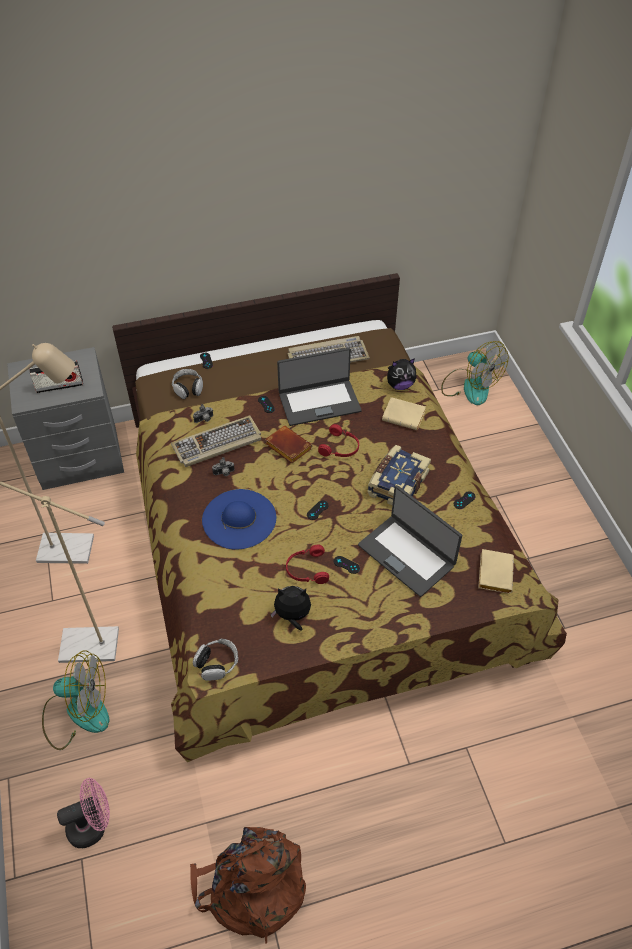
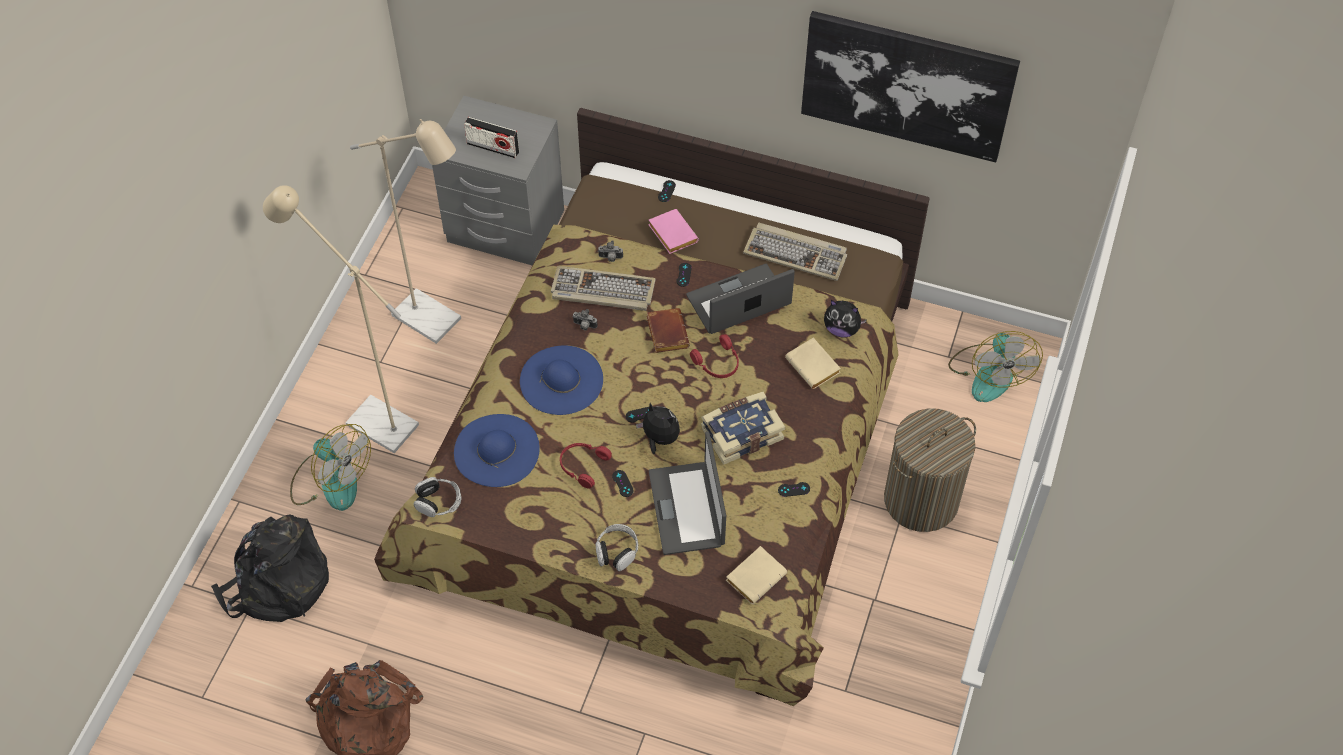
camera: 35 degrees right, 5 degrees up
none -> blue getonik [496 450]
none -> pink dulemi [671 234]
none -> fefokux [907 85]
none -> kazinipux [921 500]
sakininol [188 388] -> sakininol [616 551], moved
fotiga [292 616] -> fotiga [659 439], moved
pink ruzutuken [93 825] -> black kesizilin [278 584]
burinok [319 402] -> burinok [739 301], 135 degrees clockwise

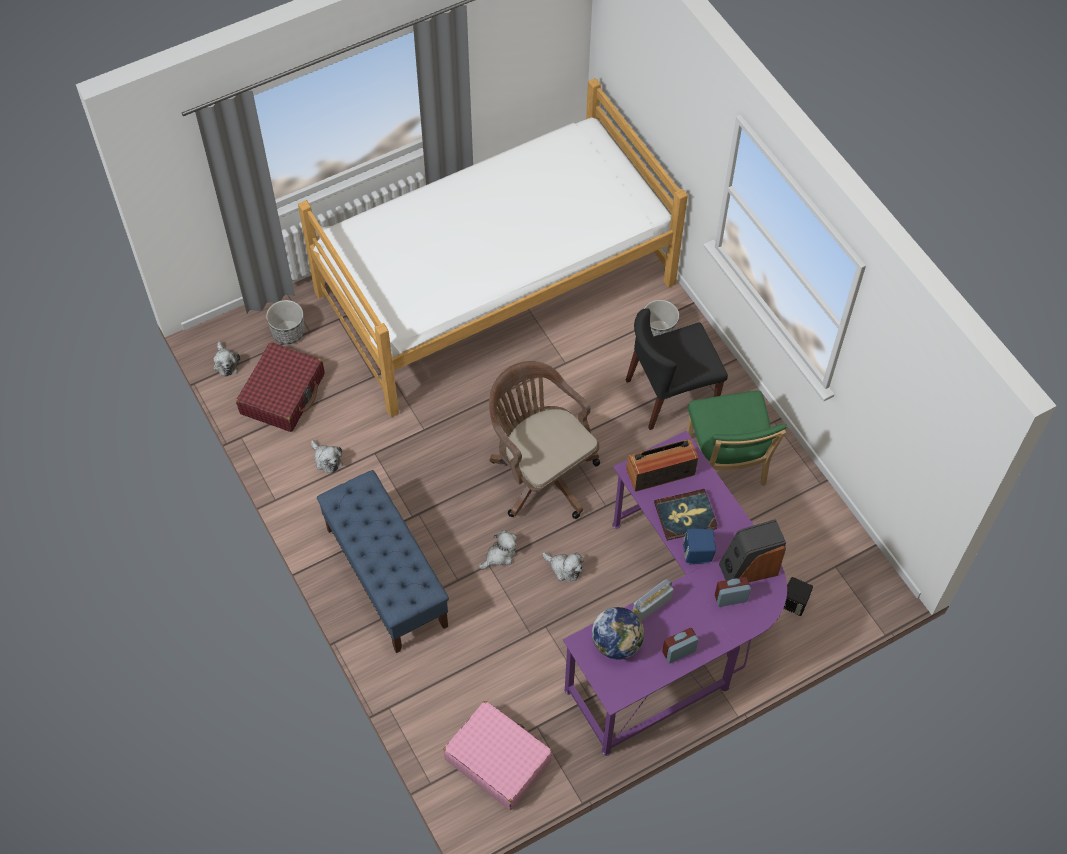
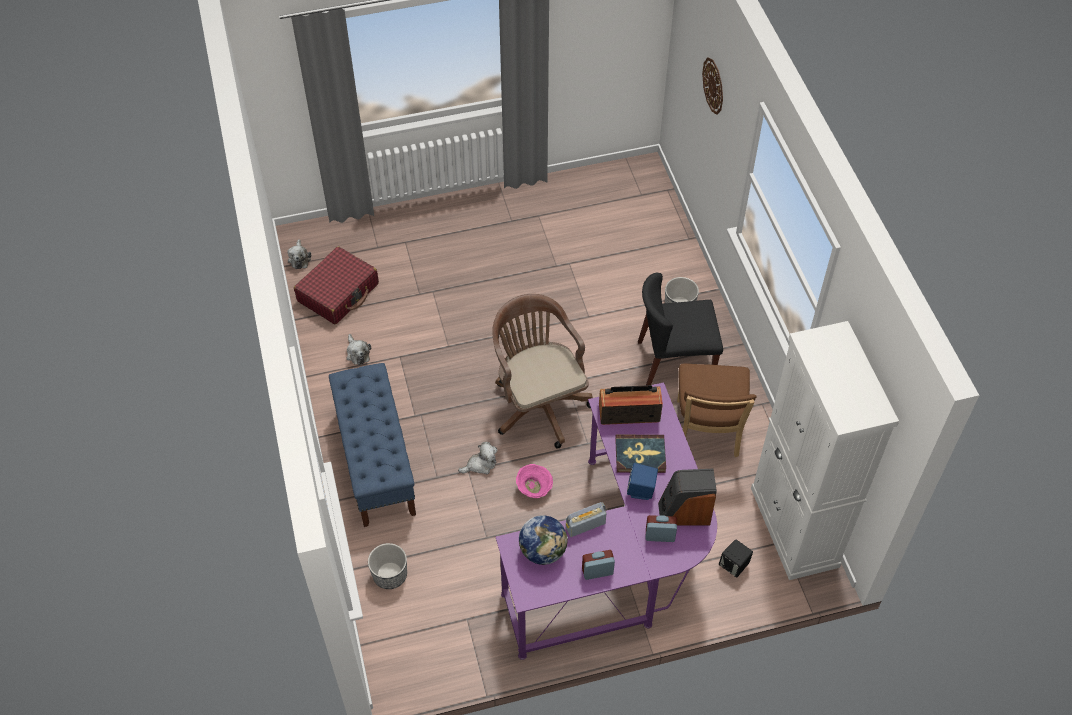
camera: 15 degrees right, 5 degrees down
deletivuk [496 288] -> none
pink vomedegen [497 759] -> none
none -> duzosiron [713 85]
none -> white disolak [794 527]
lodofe [288 332] -> lodofe [390 575], moved
fotiga [564 568] -> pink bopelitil [534 488]
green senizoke [726 465] -> brown senizoke [707 432]

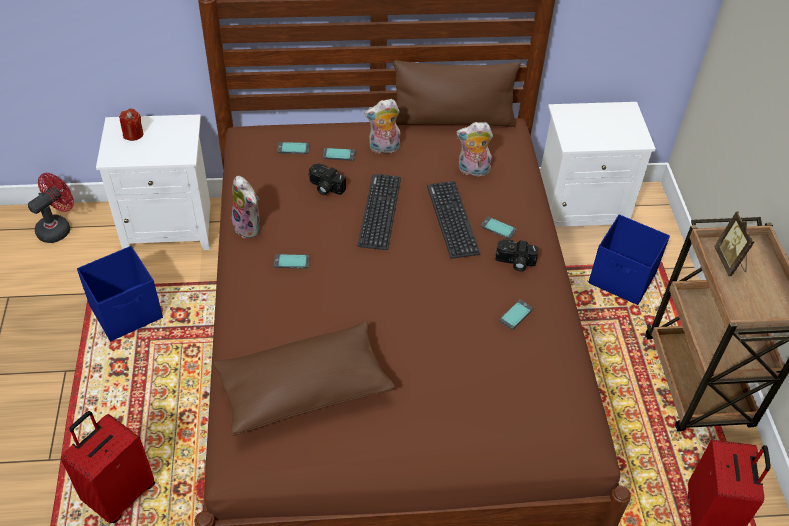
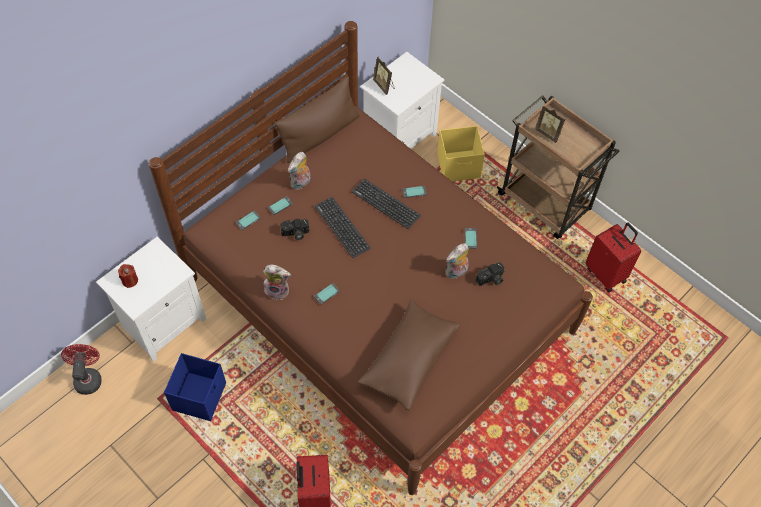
camera: 40 degrees left, 10 degrees up
none -> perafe [384 85]
fotiga [472 171] -> fotiga [456 272], moved
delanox [515 262] -> delanox [491 279], moved
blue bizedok [622 279] -> yellow bizedok [459 166]

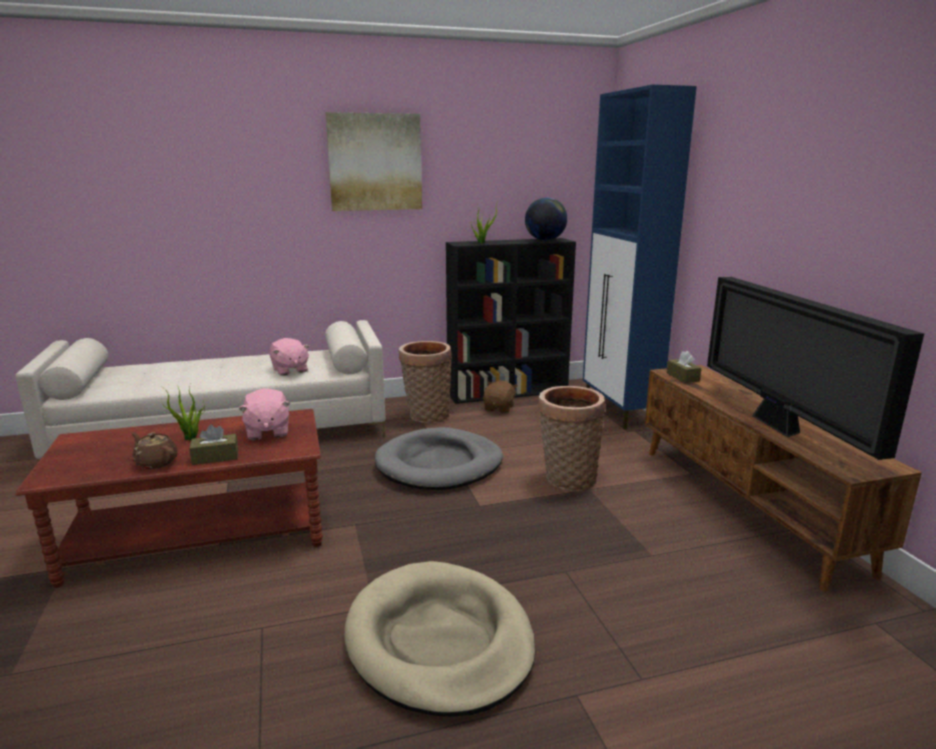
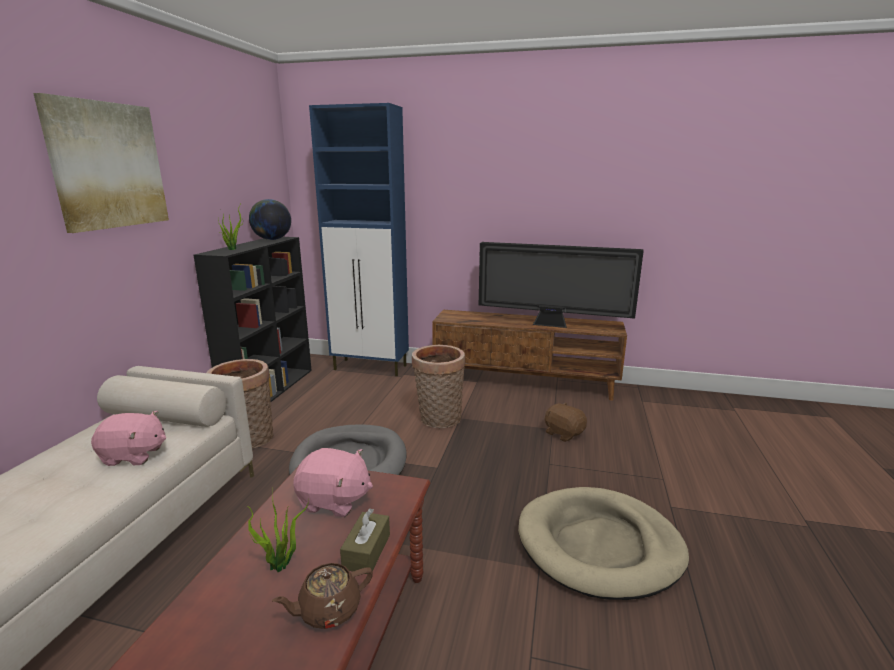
camera: 60 degrees left, 0 degrees up
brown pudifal [682 377] -> none
brown fotiga [499 408] -> brown fotiga [563 433], moved

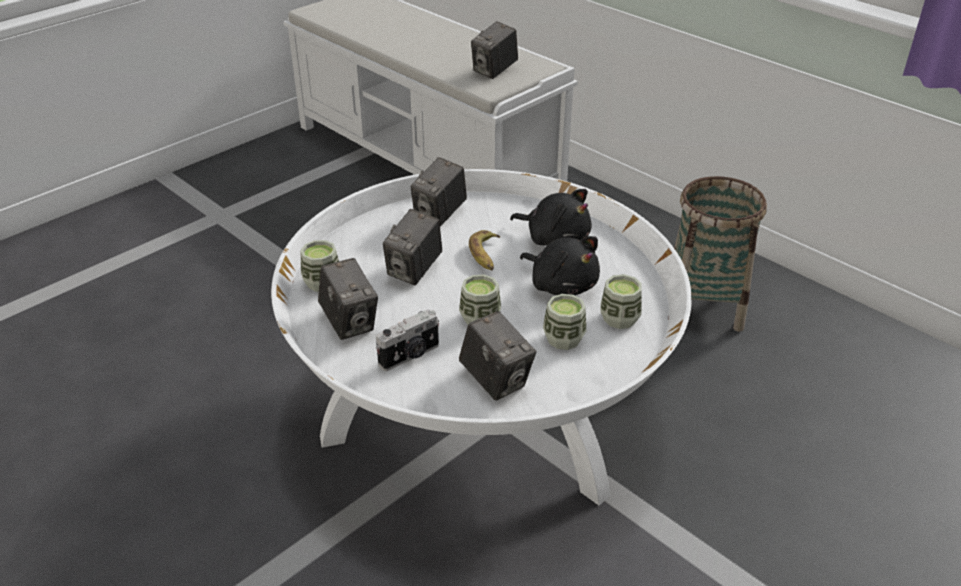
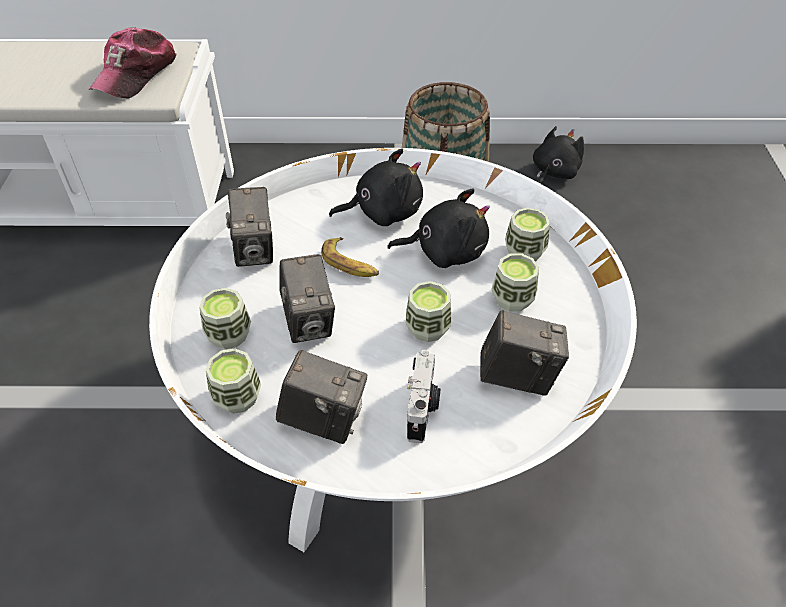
camera: 45 degrees left, 10 degrees up
none -> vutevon [229 335]
none -> black fotiga [553 173]
delanox [494 71] -> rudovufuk [136 74]

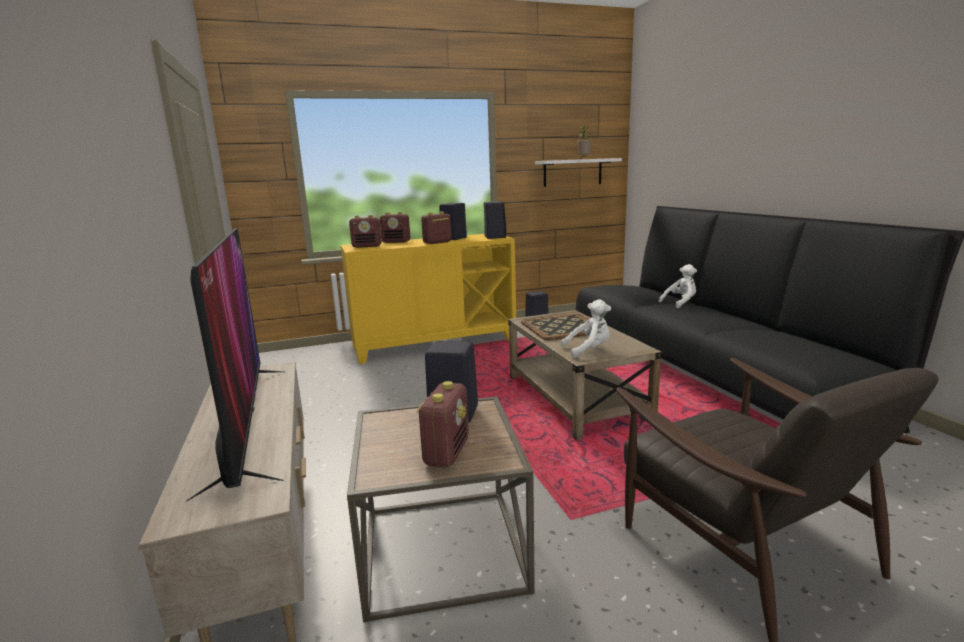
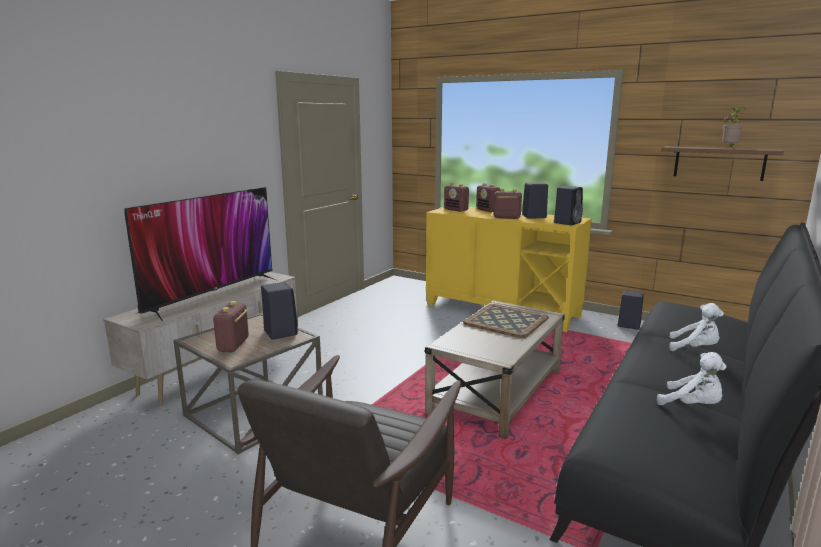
camera: 50 degrees right, 0 degrees up
white fotiga [589 350] -> white fotiga [692 405], moved
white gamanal [572 172] -> brown gamanal [719 163]
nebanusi [446 452] -> nebanusi [233 345], 120 degrees clockwise

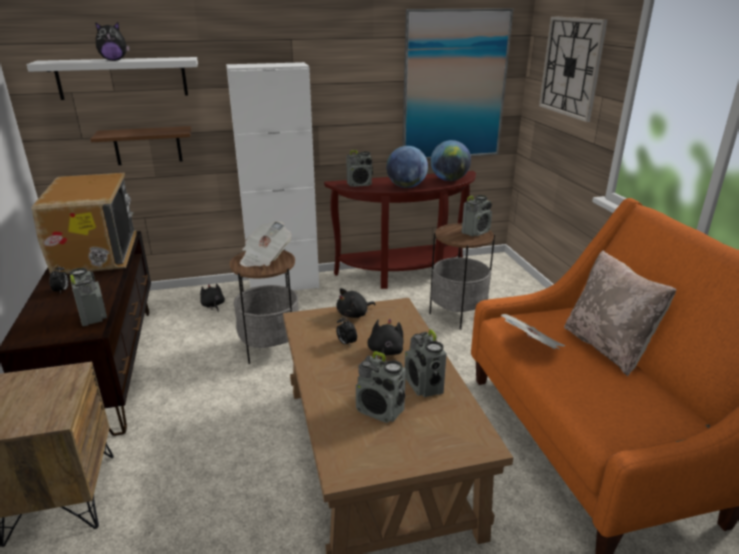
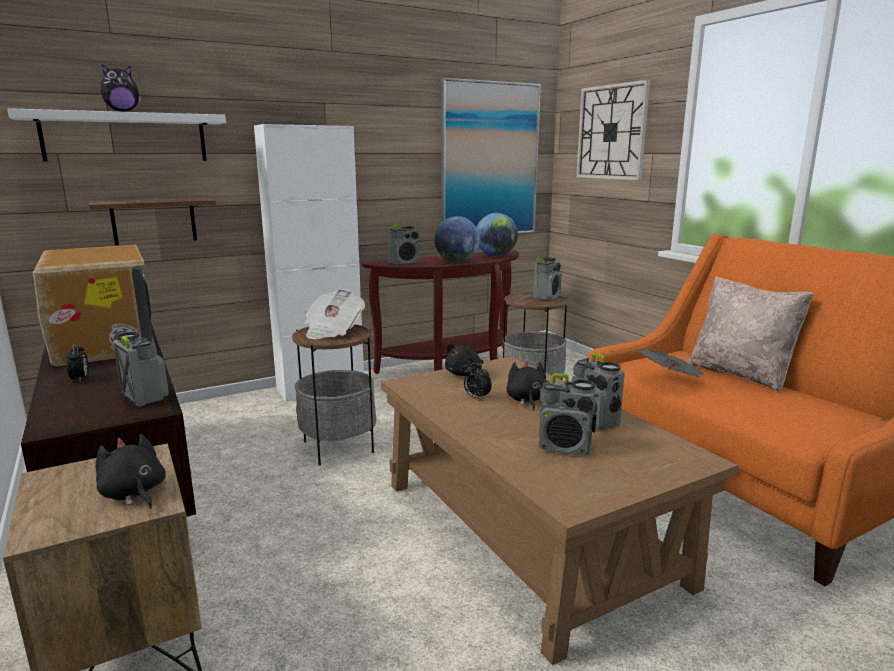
camera: 15 degrees left, 10 degrees down
black fotiga [213 305] -> black fotiga [133 494], moved

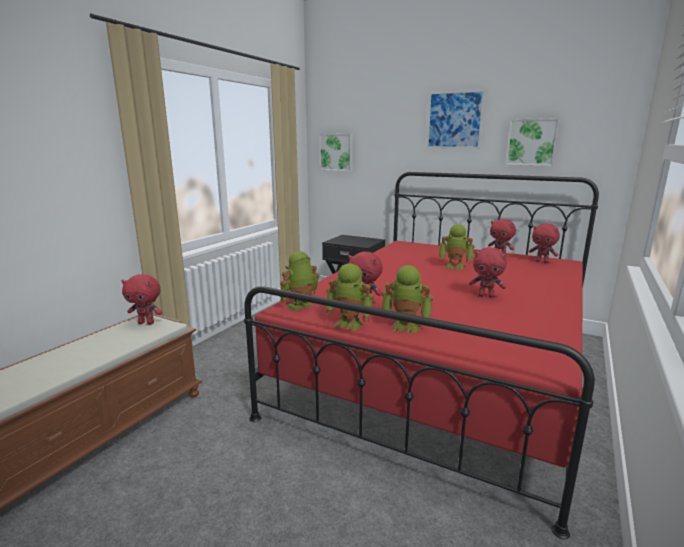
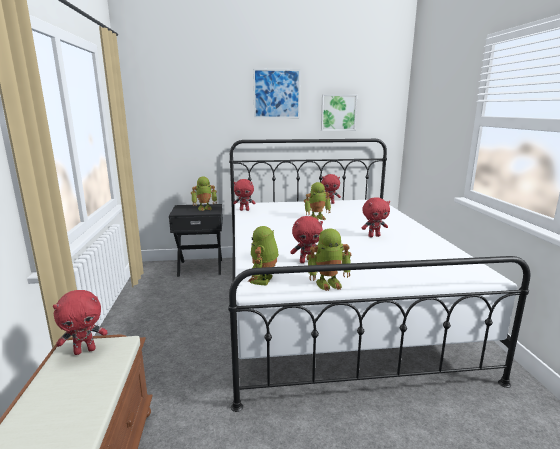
camera: 35 degrees left, 0 degrees up
fefokux [336 152] -> none
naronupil [406 326] -> naronupil [205 208], moved
red fotiga [542 262] -> red fotiga [244 210], moved
red deletivuk [441 369] -> white deletivuk [330 304]

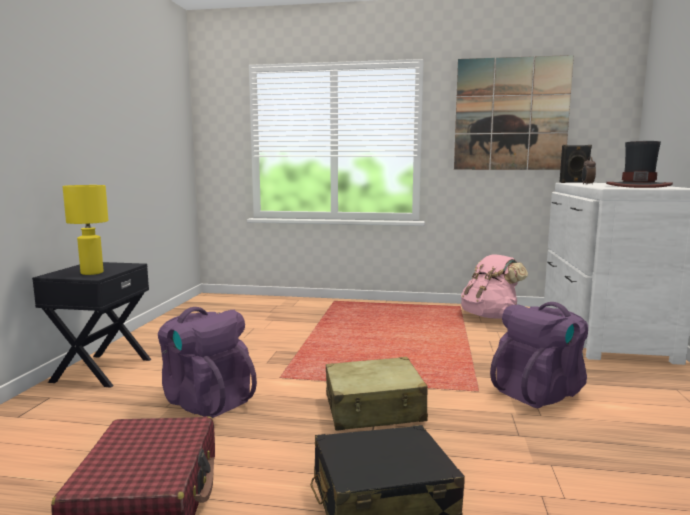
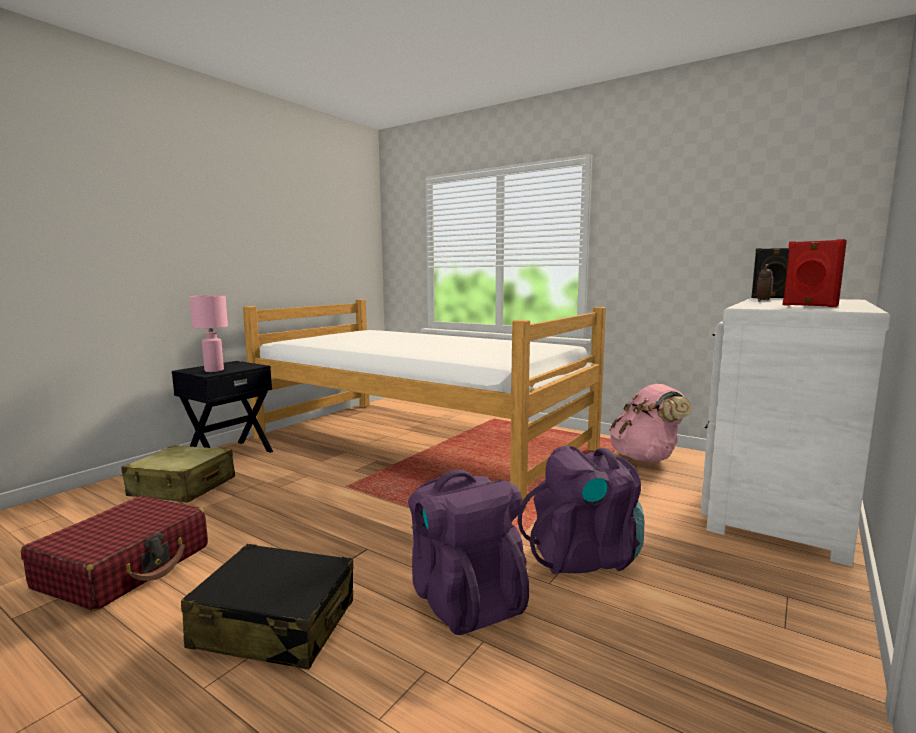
camera: 25 degrees right, 0 degrees up
fefokux [511 114] -> none
none -> deletivuk [419 443]
purple kesizilin [206 401] -> purple kesizilin [464 598], moved
beige vomedegen [374 409] -> beige vomedegen [182 487], moved
getonik [638 186] -> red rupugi [809 306]
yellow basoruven [92 273] -> pink basoruven [214 370]

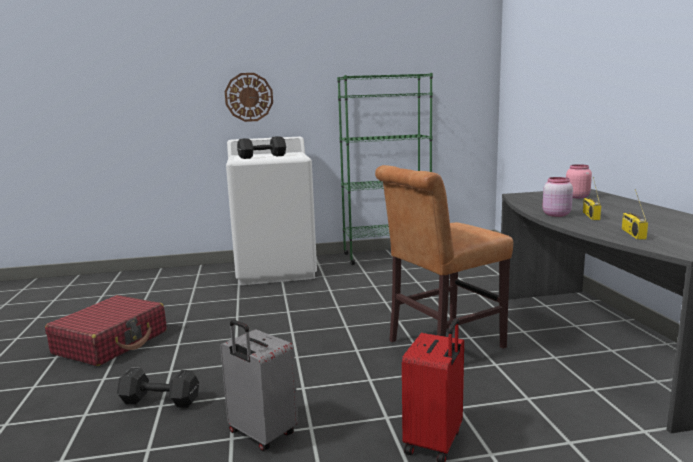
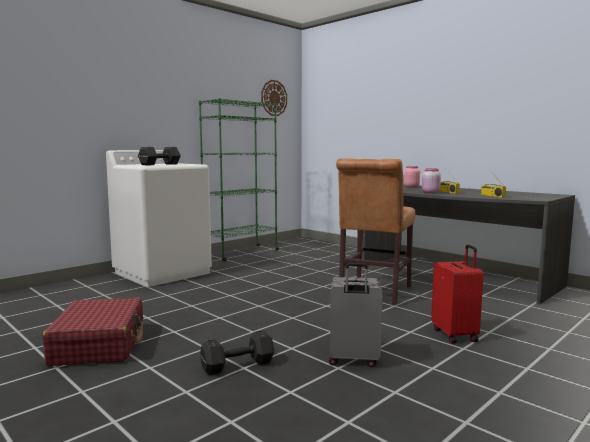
camera: 35 degrees left, 5 degrees down
duzosiron [249 97] -> duzosiron [274 98], moved

